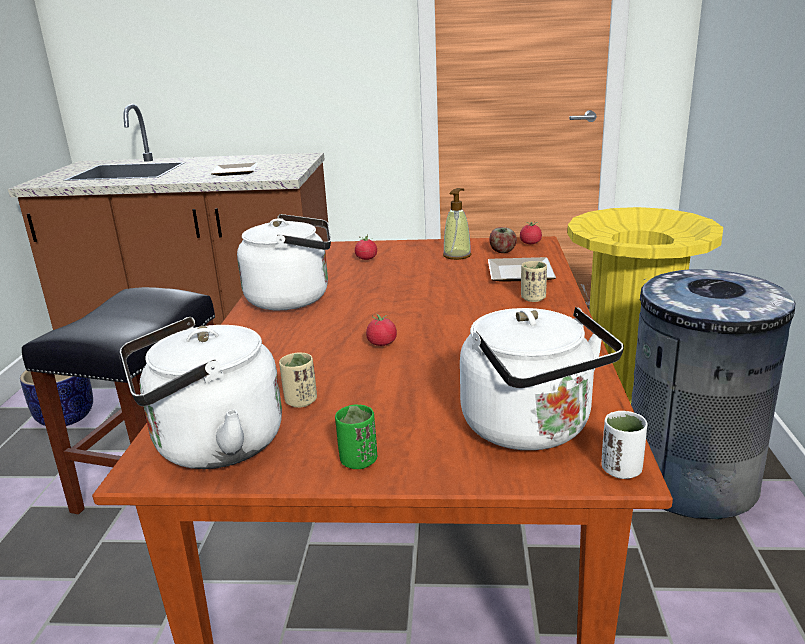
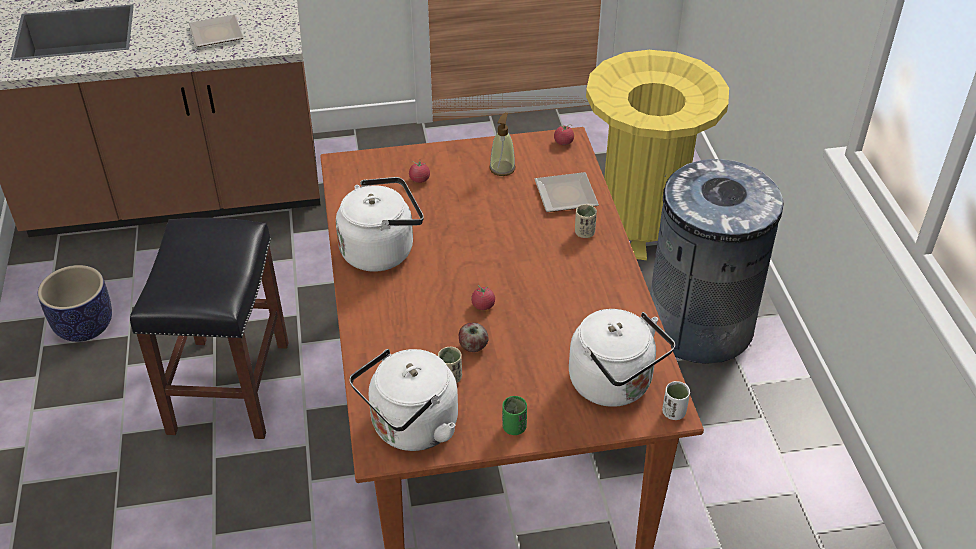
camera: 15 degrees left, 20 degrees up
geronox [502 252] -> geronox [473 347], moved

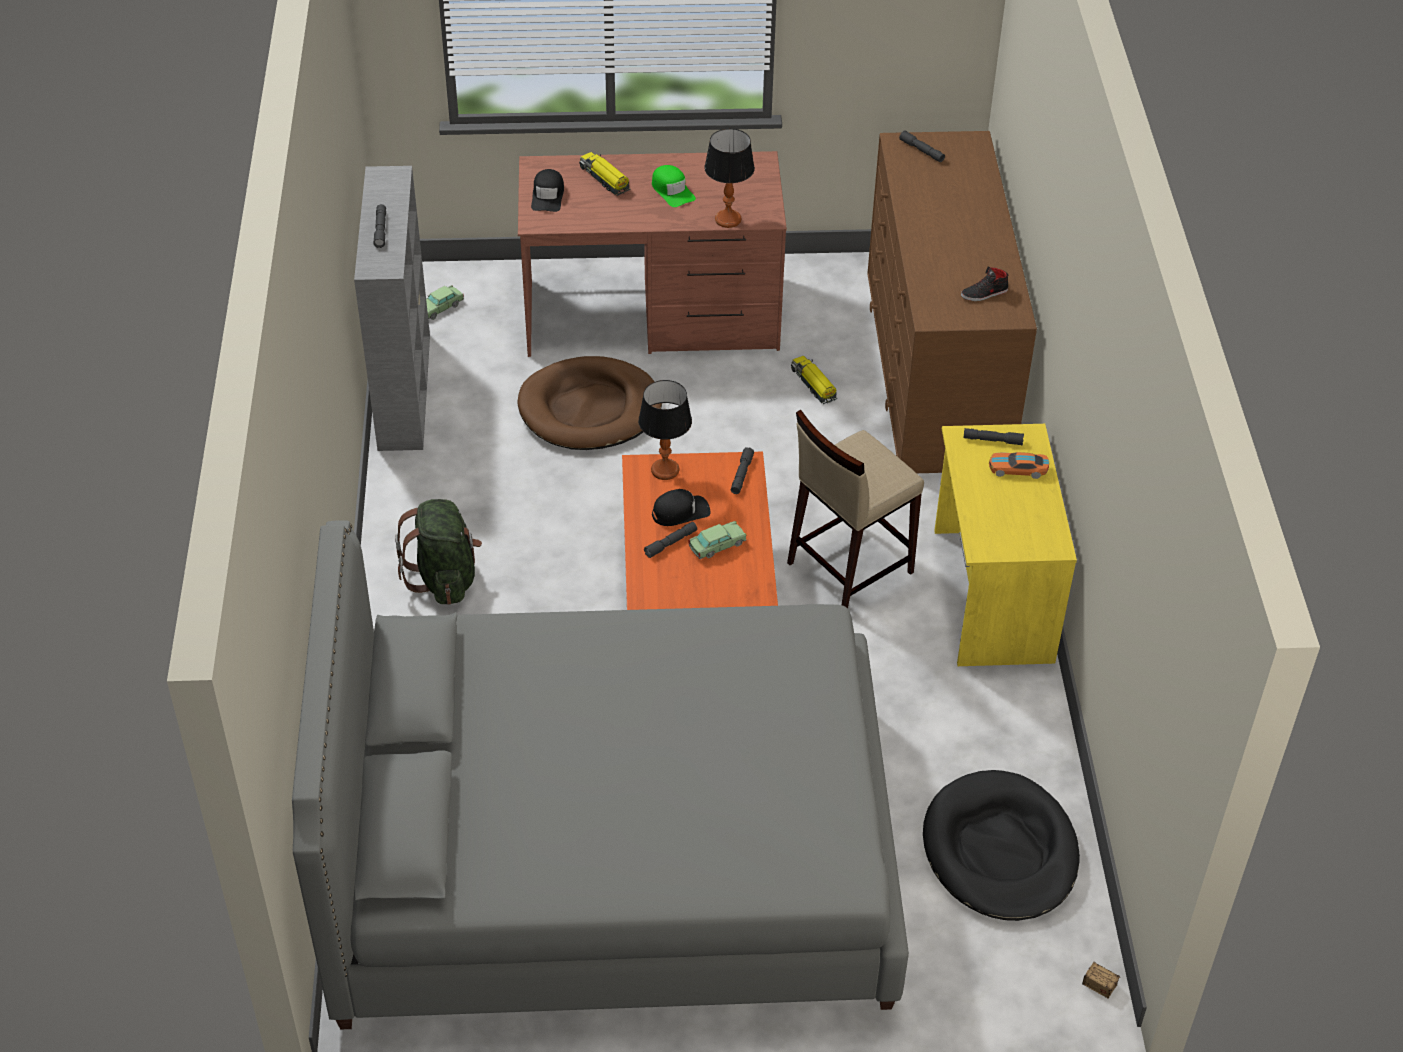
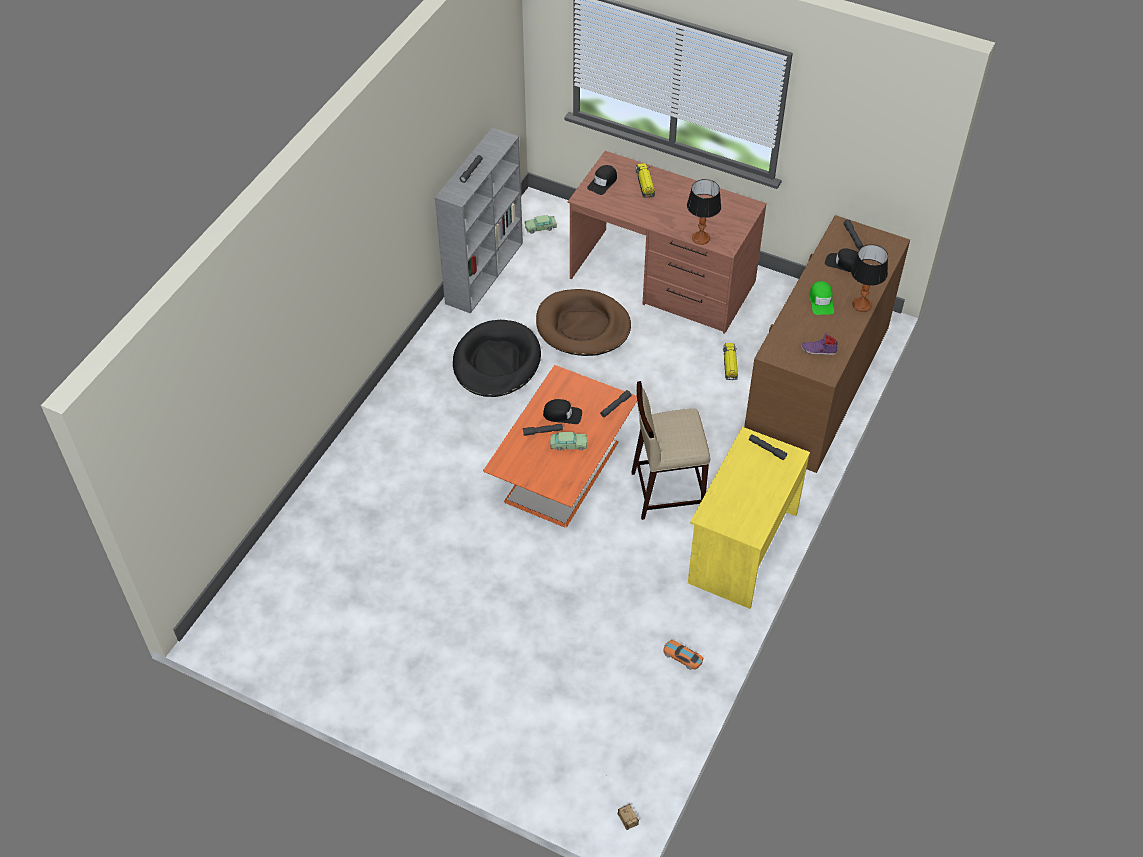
camera: 30 degrees right, 5 degrees up
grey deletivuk [612 856] -> none
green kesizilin [444 578] -> none
none -> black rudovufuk [844 263]
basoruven [664 470] -> basoruven [861 305], moved
green rudovufuk [672 191] -> green rudovufuk [821 301], moved
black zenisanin [1000 851] -> black zenisanin [496 362], moved
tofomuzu [1018 469] -> tofomuzu [682 657], moved
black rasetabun [984 293] -> purple rasetabun [818 350]

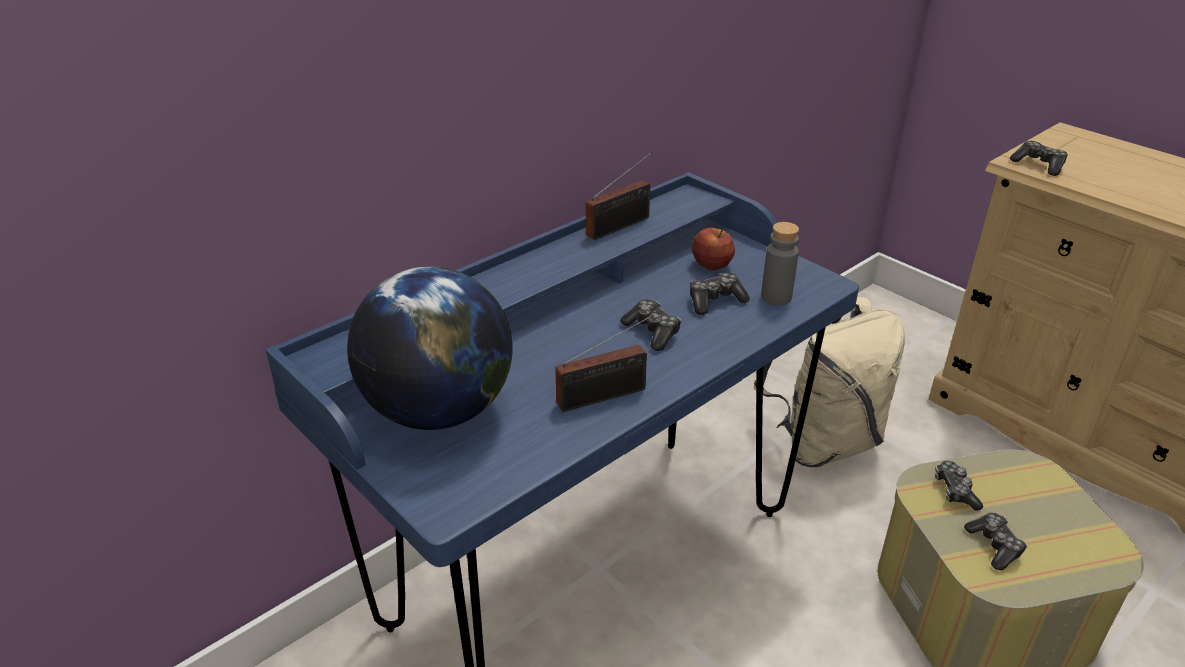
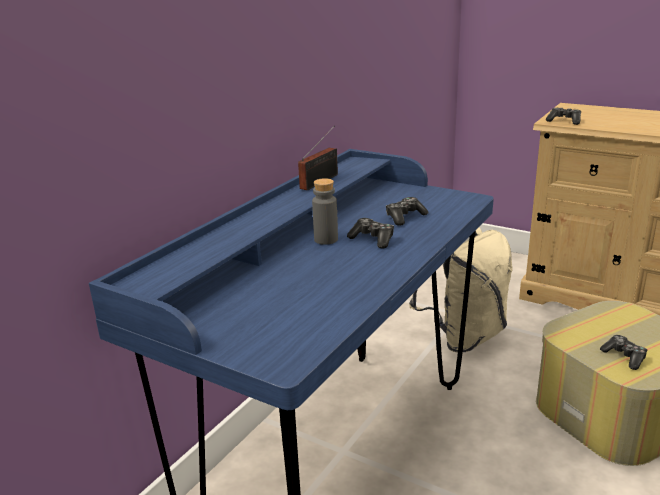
camera: 15 degrees left, 10 degrees down
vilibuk [439 411] -> none
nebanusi [606 395] -> none
geronox [711 265] -> none
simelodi [955 491] -> none
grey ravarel [776 297] -> grey ravarel [326 239], moved

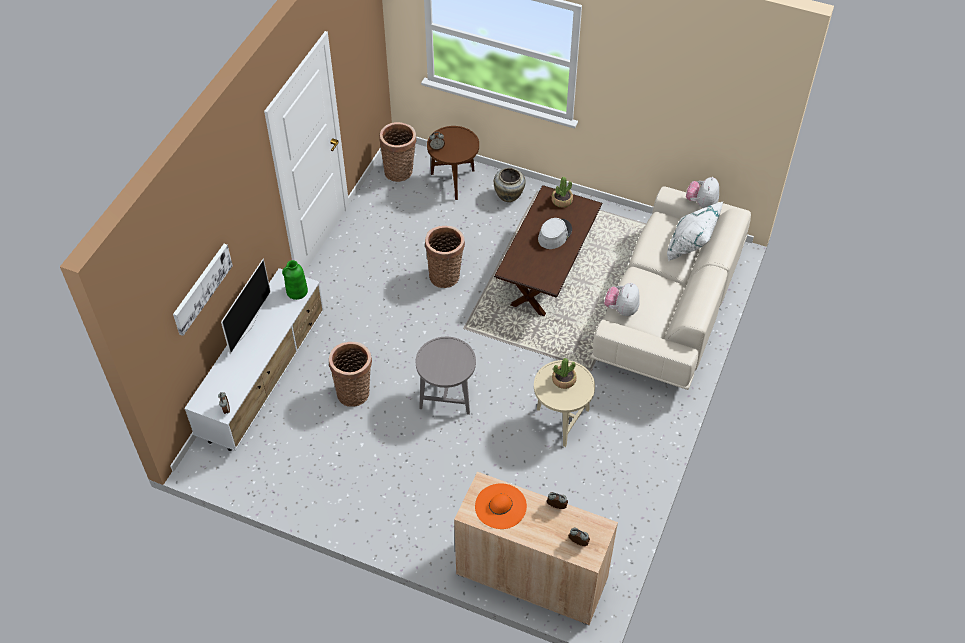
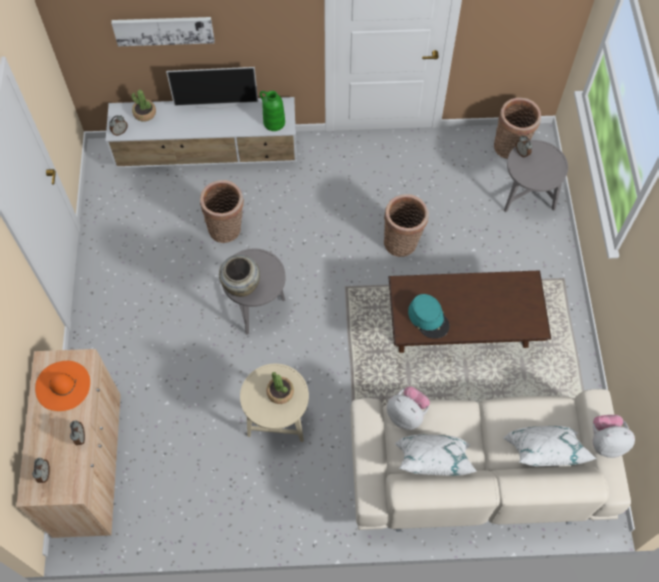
camera: 65 degrees right, 10 degrees up
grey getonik [554 234] -> none
none -> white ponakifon [432 463]
none -> turquoise getonik [428 318]
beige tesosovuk [509 196] -> beige tesosovuk [241 287], moved
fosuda [562 200] -> fosuda [144 113], moved
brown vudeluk [454 182] -> grey vudeluk [526 199]
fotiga [621 309] -> fotiga [407 414], 45 degrees clockwise

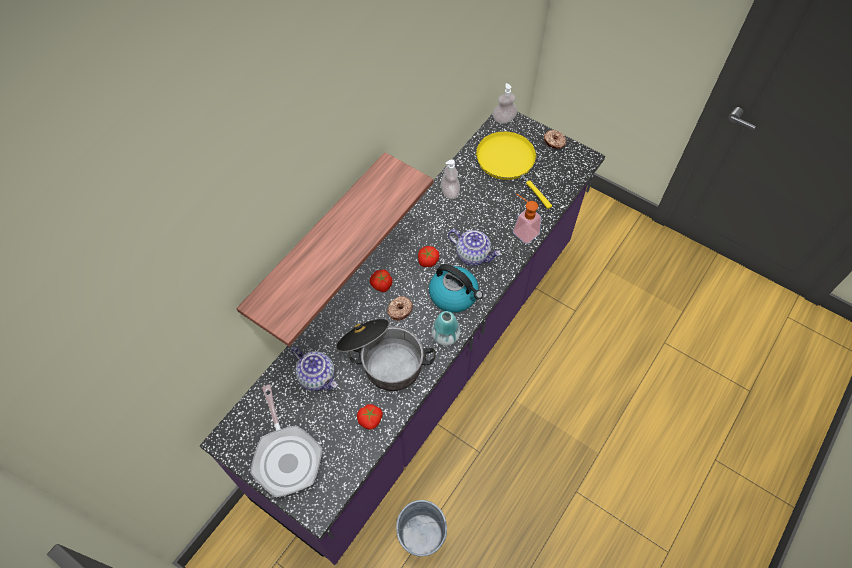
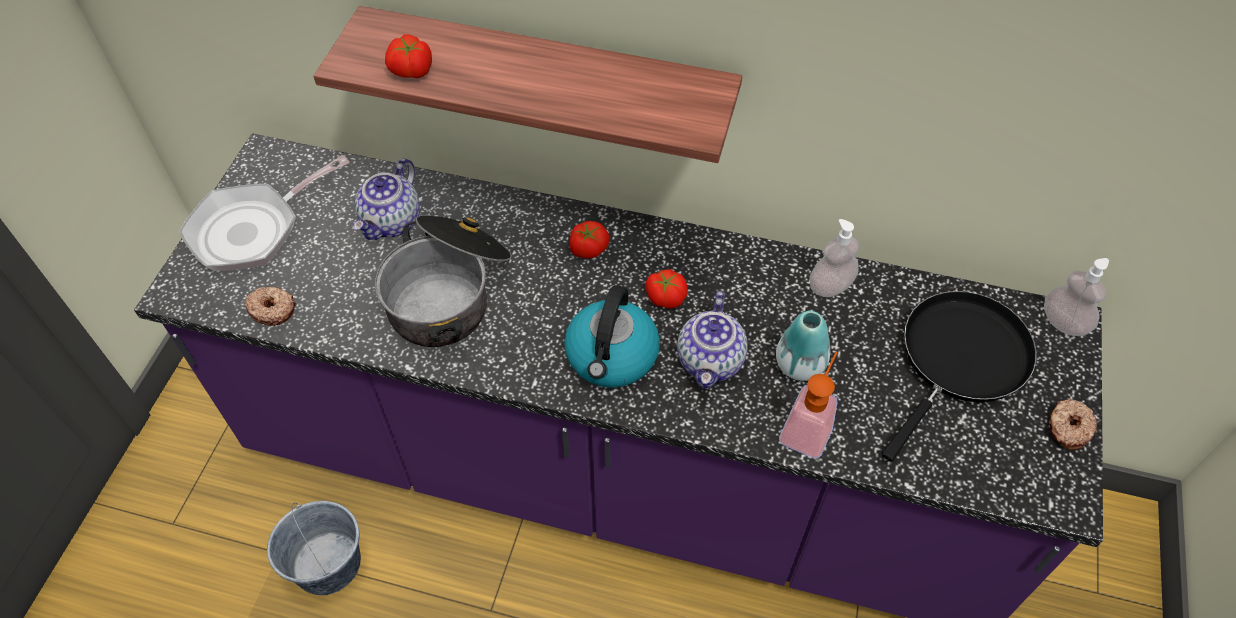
camera: 70 degrees right, 5 degrees down
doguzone [370 419] -> doguzone [411 70], moved
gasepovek [399 310] -> gasepovek [272 309], moved
tesosovuk [445 336] -> tesosovuk [799 365], moved
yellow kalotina [508 162] -> black kalotina [960 359]

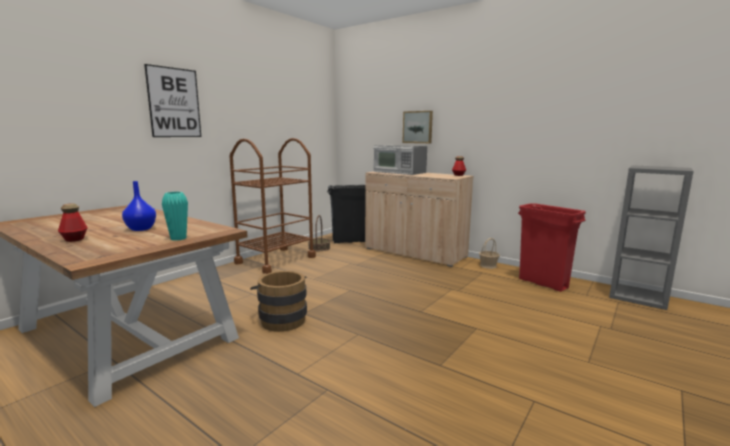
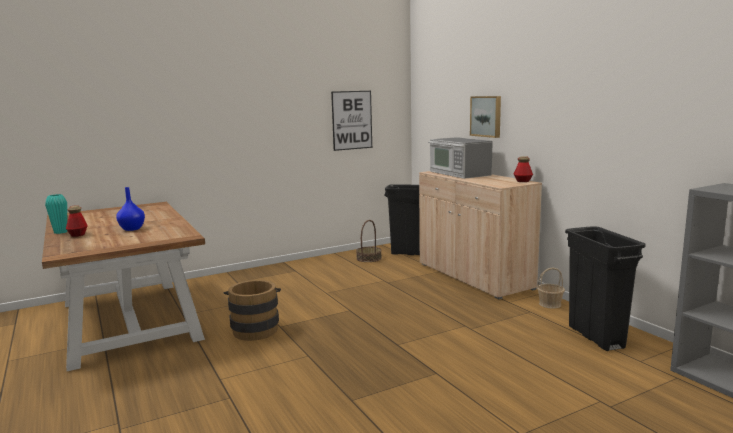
camera: 25 degrees right, 0 degrees up
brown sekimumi [276 260] -> none
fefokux [174 103] -> fefokux [352 120], moved
turquoise tesosovuk [178 238] -> turquoise tesosovuk [60 232], moved
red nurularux [543 283] -> black nurularux [596 337]

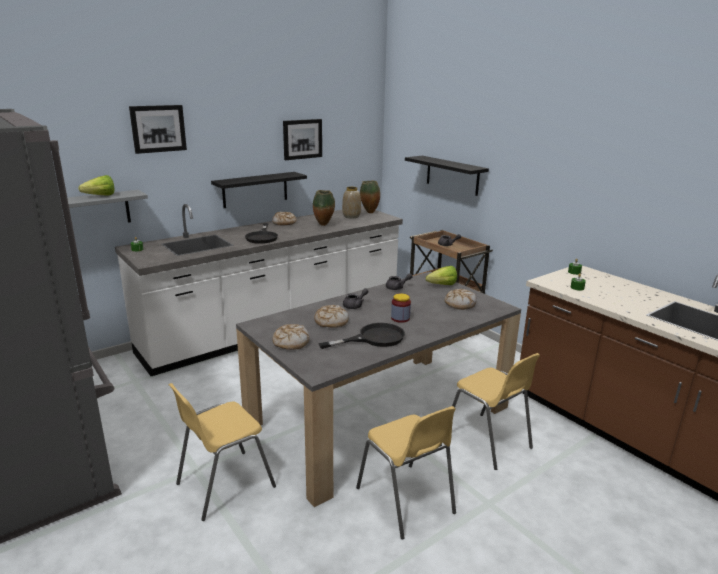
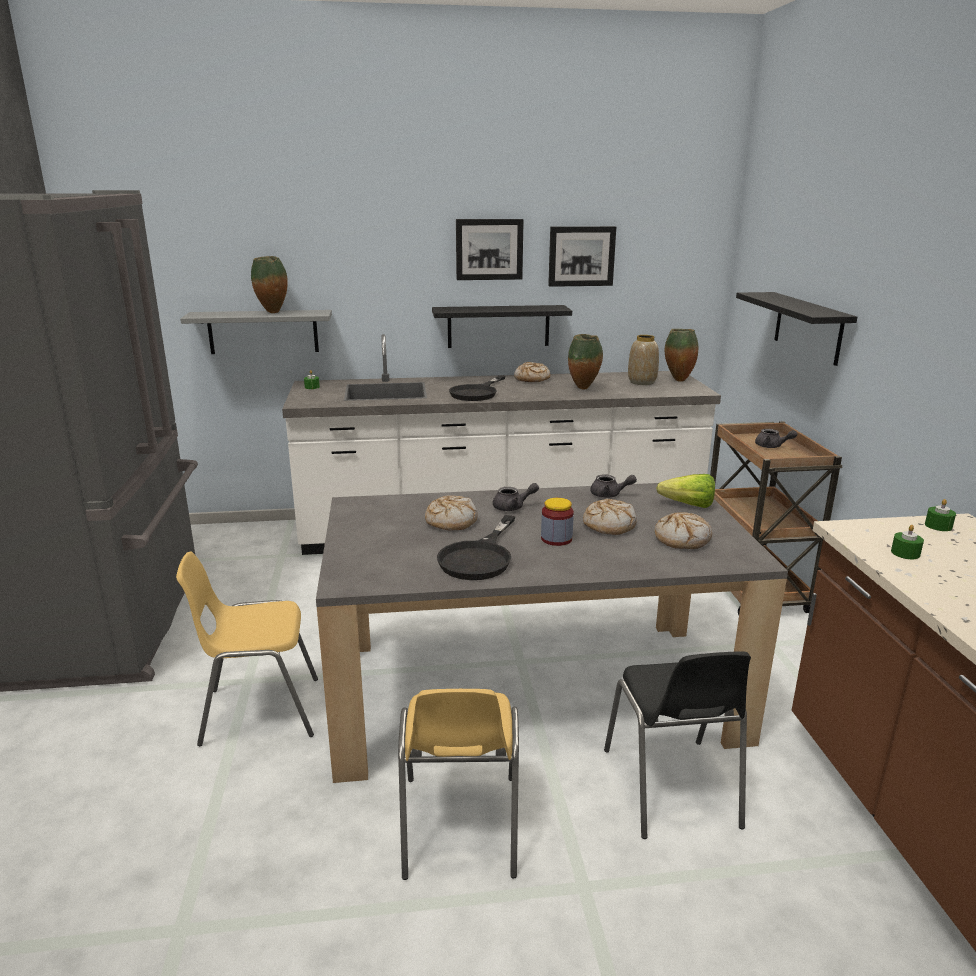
camera: 30 degrees right, 0 degrees up
fefokux [158 128] -> fefokux [489 249], moved
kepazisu [291 342] -> kepazisu [609 525], moved
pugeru [97 196] -> tesosovuk [273 313]
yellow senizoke [487 441] -> black senizoke [671 788]
black kalotina [373 338] -> black kalotina [479 557], 105 degrees clockwise

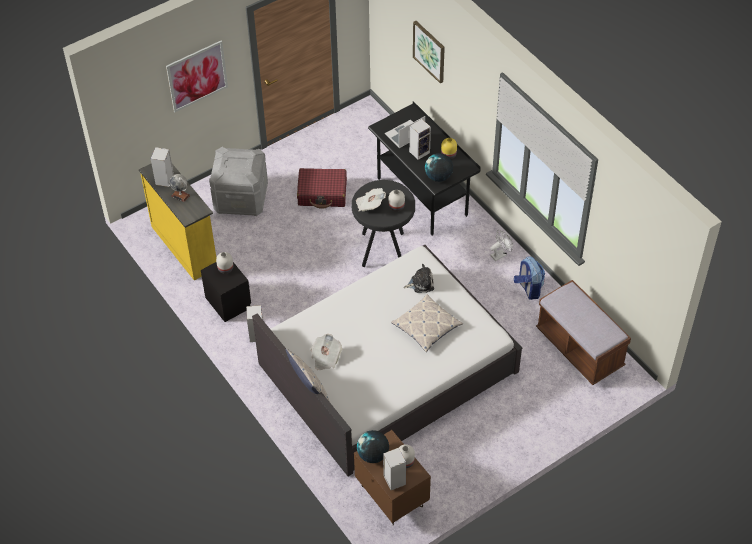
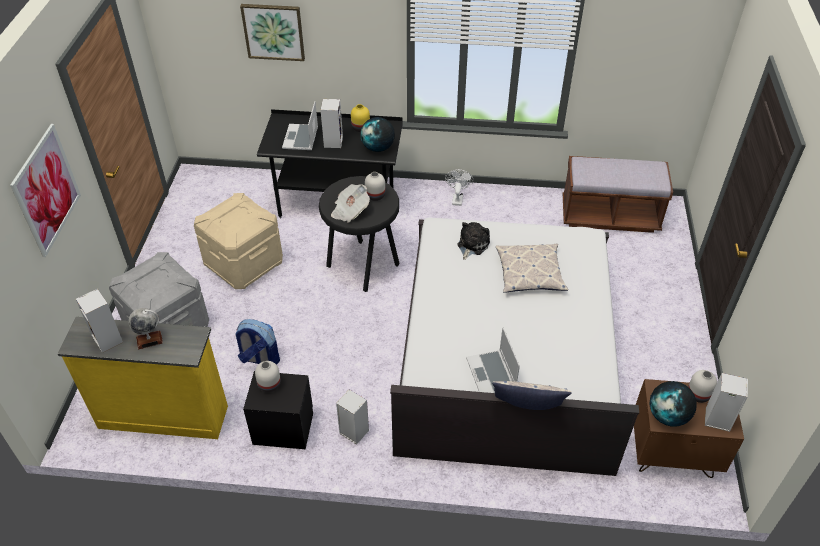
camera: 50 degrees left, 5 degrees down
kesizilin [528 288] -> kesizilin [259 359], moved
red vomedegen [322 193] -> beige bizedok [244 264]
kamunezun [325 358] -> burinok [492 374]

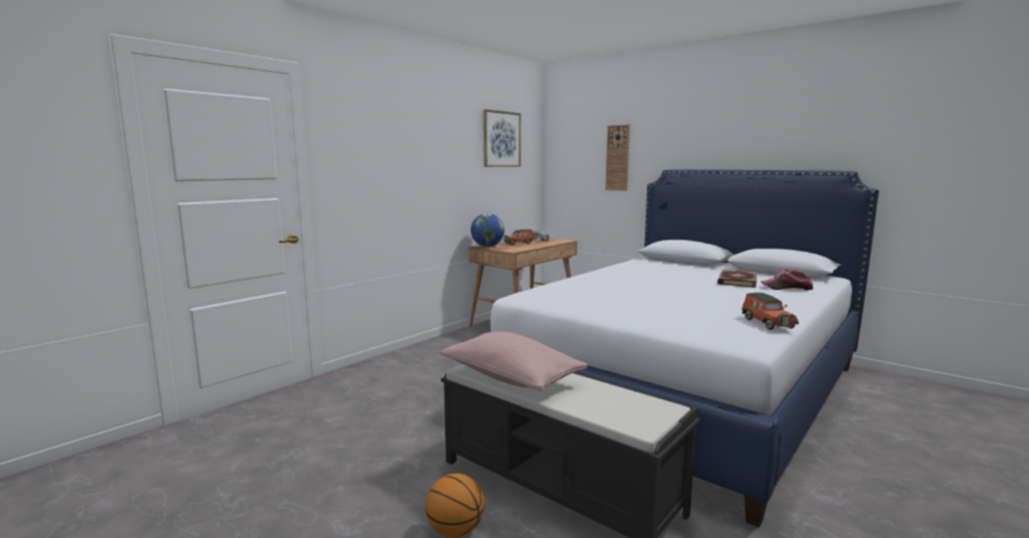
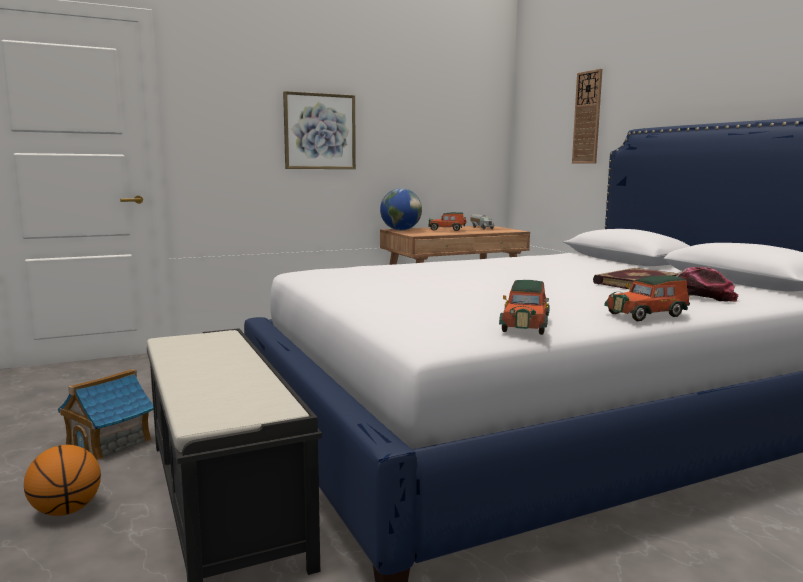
camera: 25 degrees right, 0 degrees up
pink ponakifon [511 378] -> none
none -> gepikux [109 442]
none -> tofomuzu [648 315]
fefokux [501 139] -> fefokux [319 131], moved

